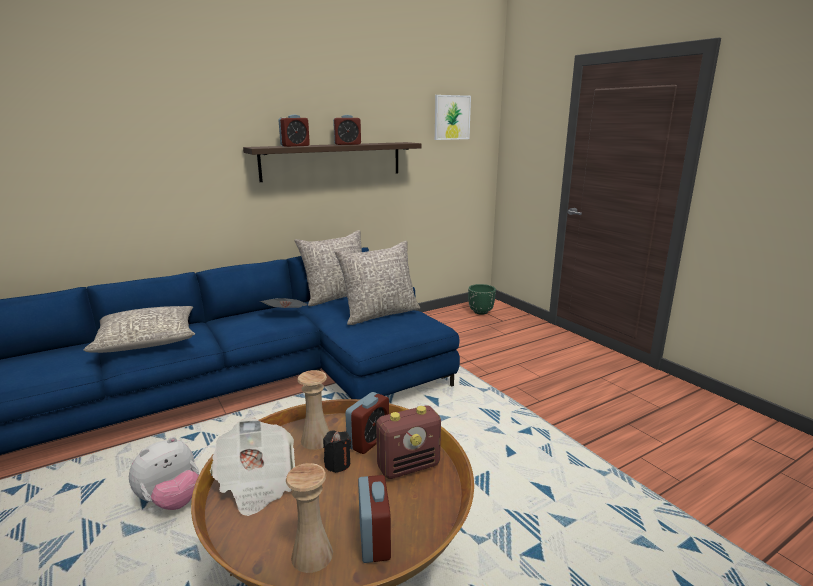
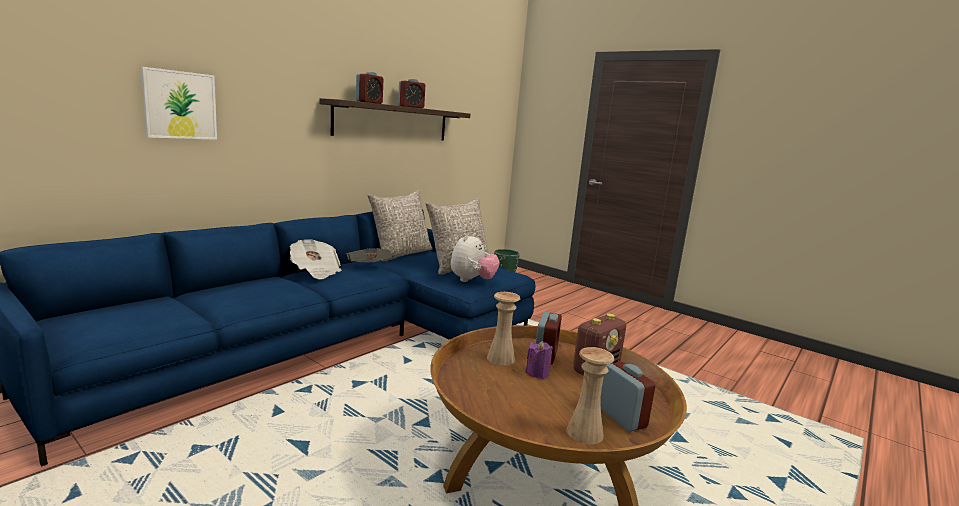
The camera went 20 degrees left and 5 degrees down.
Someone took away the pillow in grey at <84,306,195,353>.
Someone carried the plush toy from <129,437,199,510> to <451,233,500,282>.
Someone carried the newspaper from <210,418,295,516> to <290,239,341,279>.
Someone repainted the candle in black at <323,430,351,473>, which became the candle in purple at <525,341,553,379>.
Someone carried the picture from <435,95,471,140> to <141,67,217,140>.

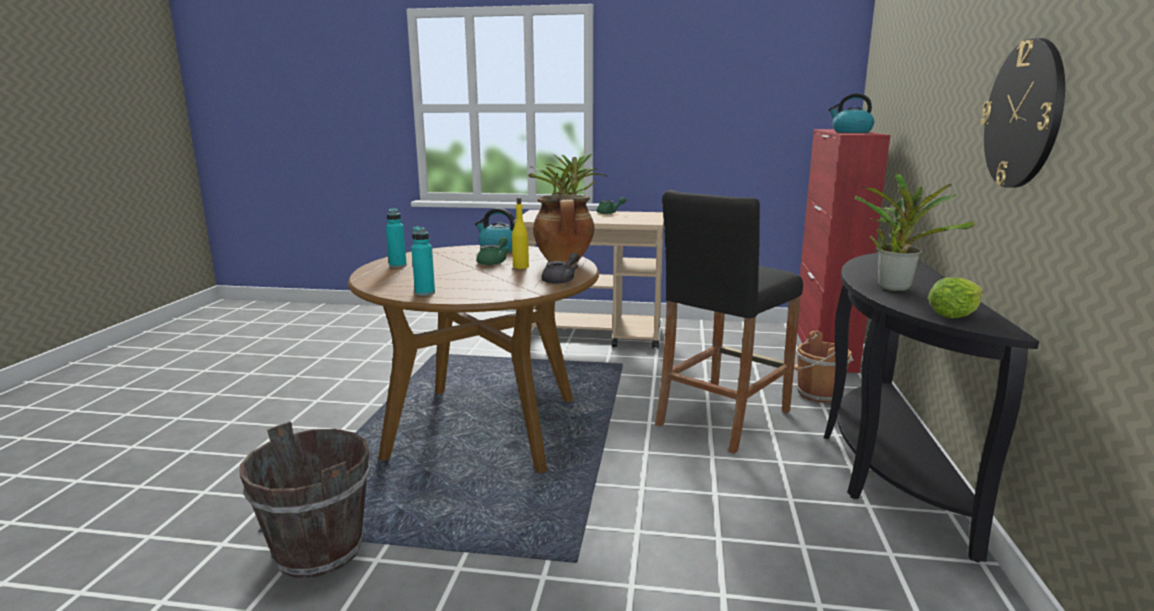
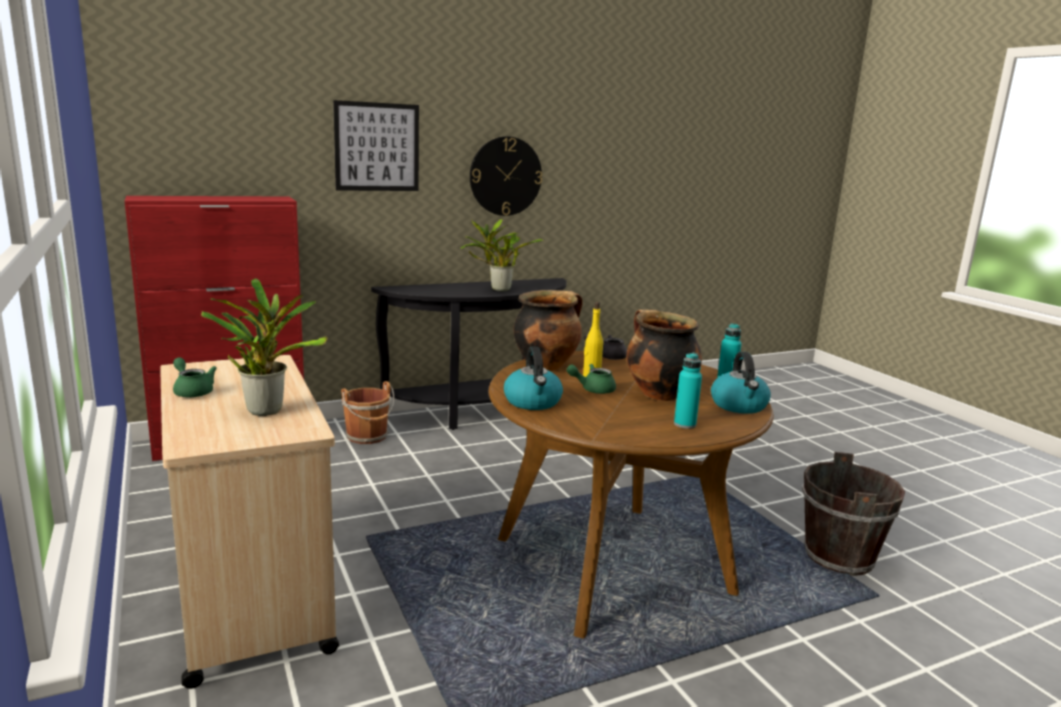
The camera went 125 degrees left and 0 degrees up.
Someone took away the stool in black at <655,190,803,454>.
Someone carried the kettle from <828,93,874,133> to <711,352,771,414>.
Someone took away the lettuce at <928,277,983,319>.
Someone put up the picture at <333,100,419,191>.
Someone put down the cooking pot at <627,310,702,401>.

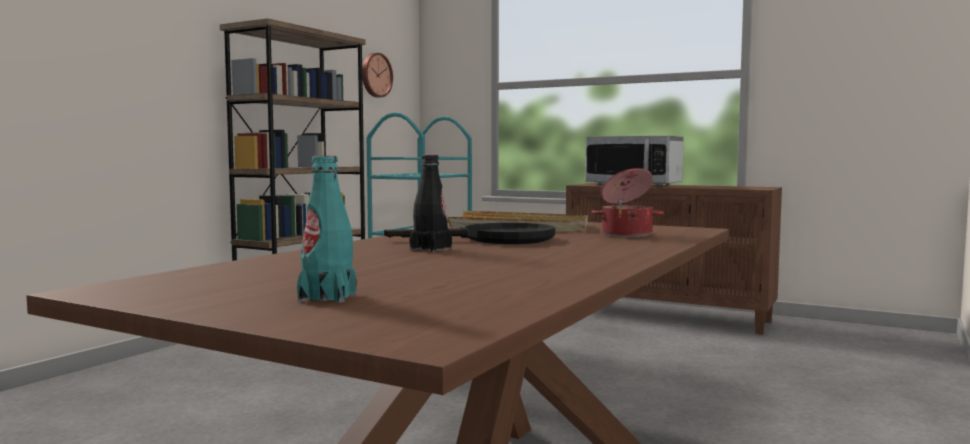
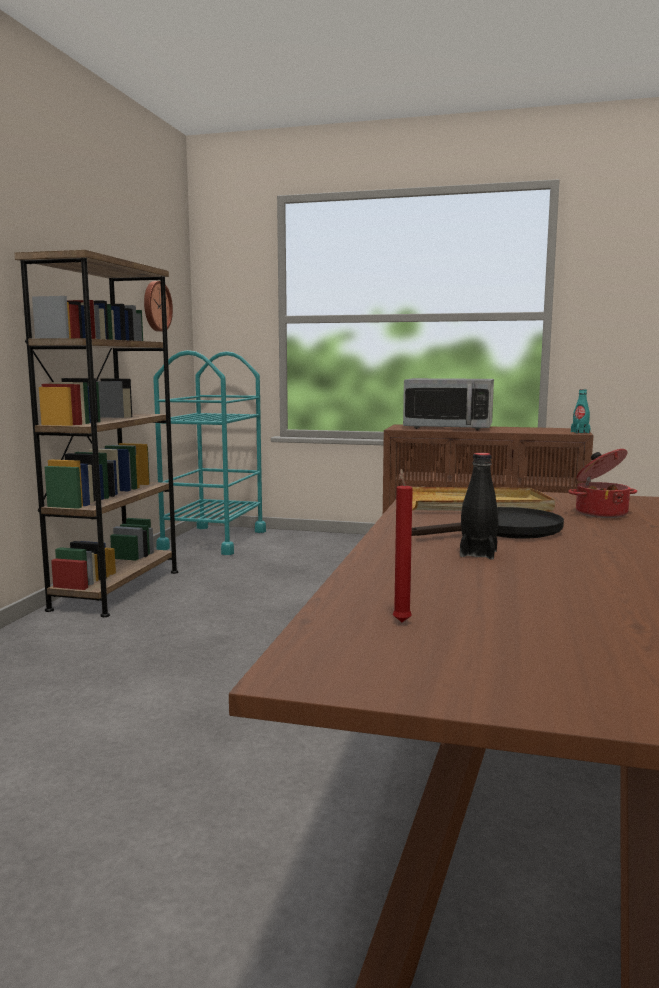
The camera went 15 degrees left and 5 degrees up.
Someone carried the bottle in turquoise from <297,156,357,303> to <571,389,591,433>.
Someone put down the candle in red at <393,469,413,622>.

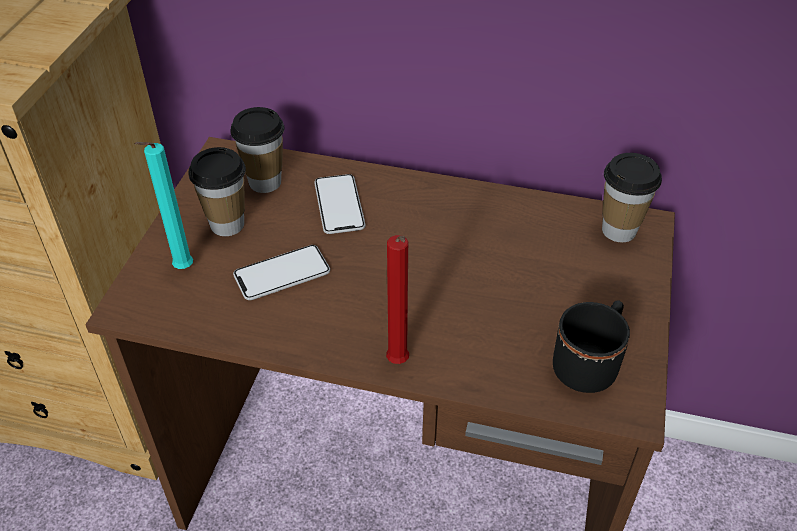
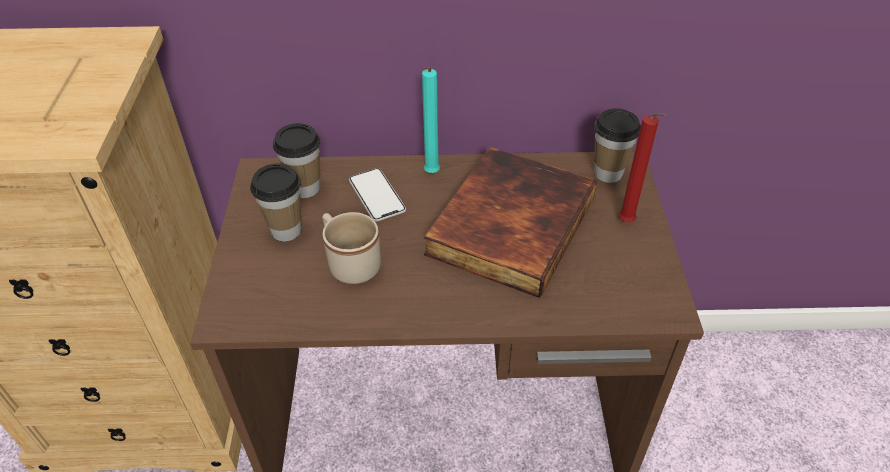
The camera went 15 degrees left and 0 degrees up.
Someone carried the candle in turquoise from <134,142,193,269> to <422,67,440,173>.
Someone swapped the phone at <233,245,330,300> for the mug in beige at <322,212,381,284>.
Someone carried the candle in red from <386,235,409,364> to <619,113,666,222>.
Someone took away the mug in black at <553,300,630,393>.
Someone put down the book at <424,147,597,298>.

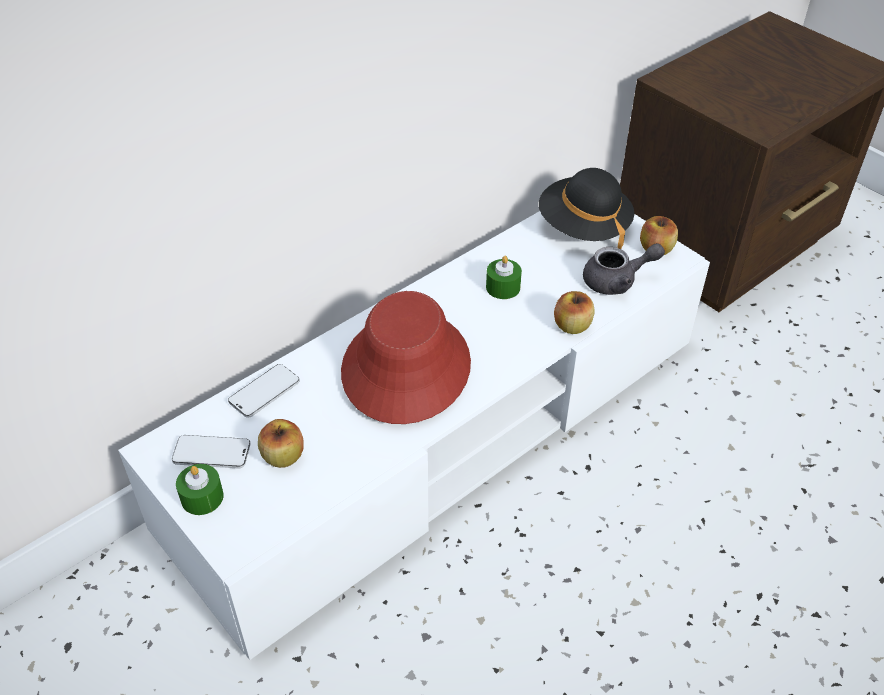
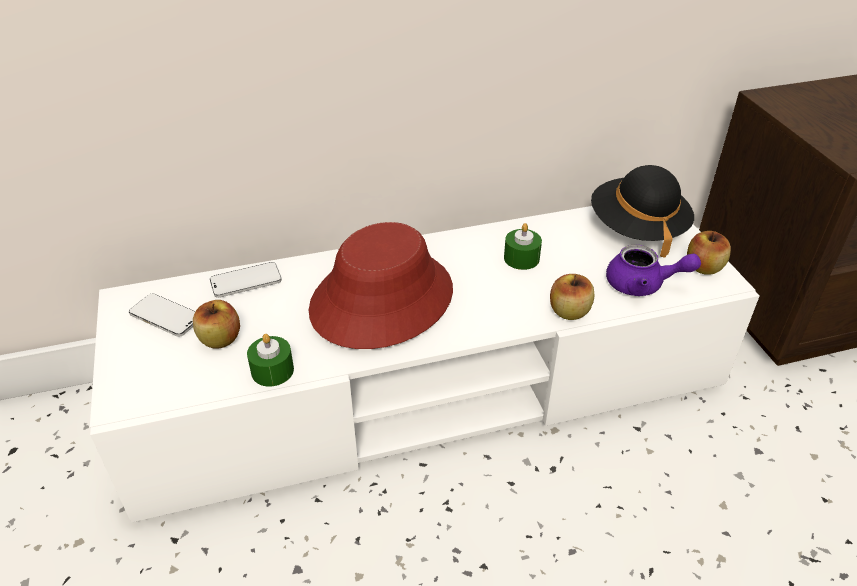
The camera went 25 degrees right and 5 degrees down.
Someone carried the candle in green from <176,464,224,515> to <247,334,294,387>.
Someone repainted the teapot in grey at <583,243,665,295>, which became the teapot in purple at <606,244,701,296>.

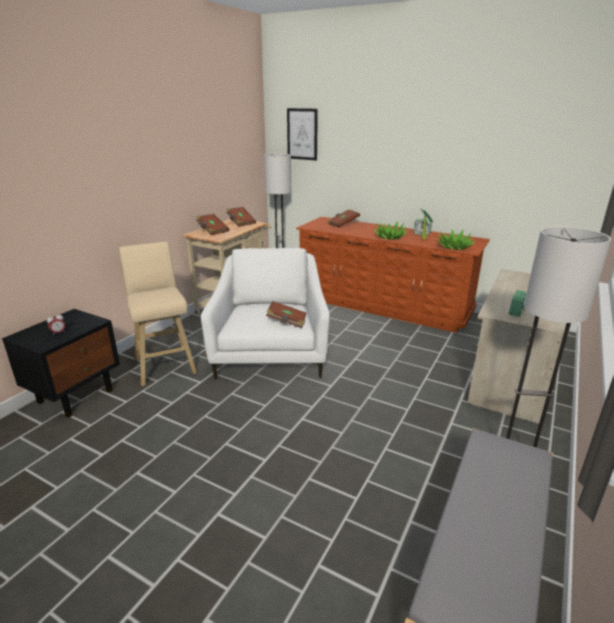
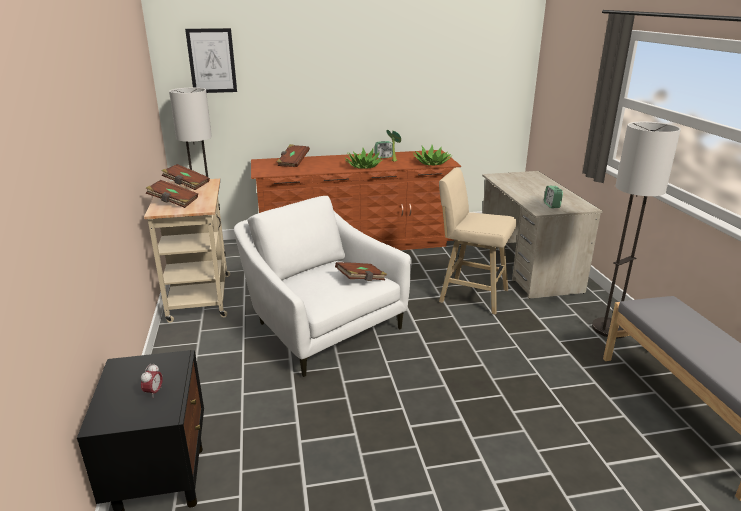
The camera went 40 degrees left and 0 degrees up.
Someone carried the stool in beige from <119,242,197,386> to <439,167,517,315>.

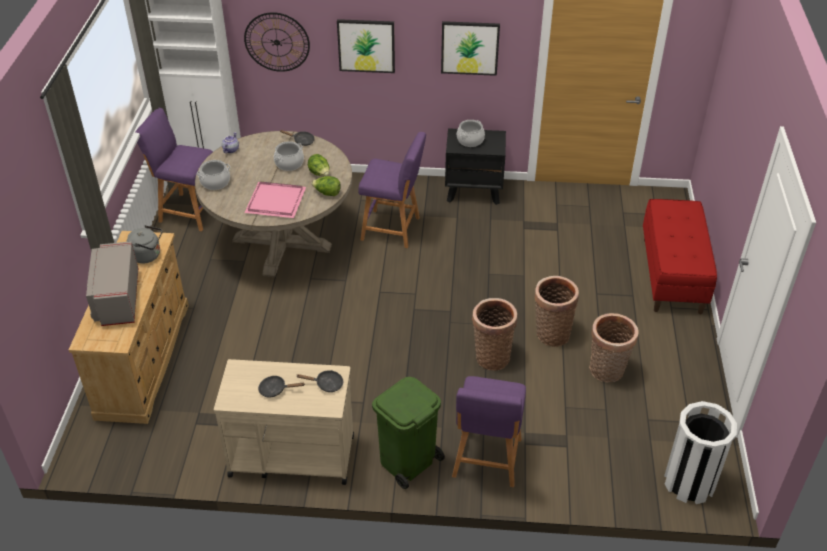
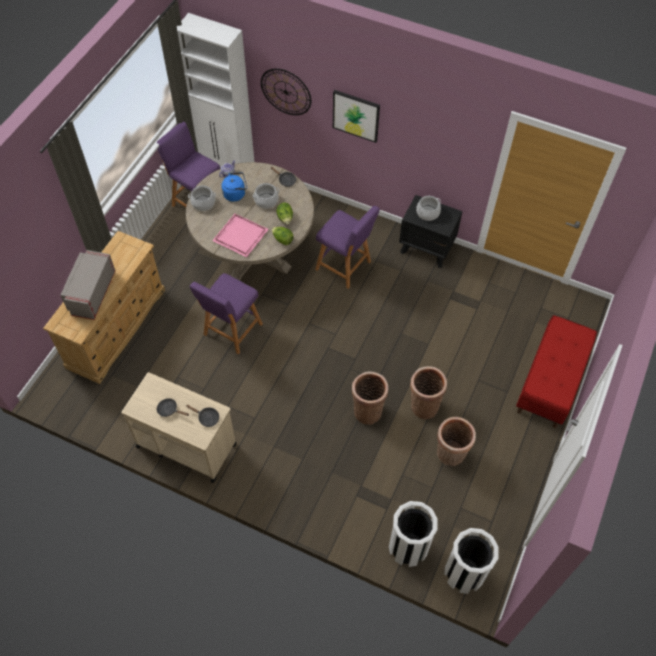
The camera went 20 degrees right and 15 degrees up.
Someone took away the kettle in grey at <126,225,162,264>.
Someone took away the trash can in green at <372,377,445,489>.
Someone took away the picture at <441,21,500,76>.
Someone carried the stool in purple from <452,376,526,487> to <190,273,263,354>.
Someone put down the kettle in blue at <221,172,247,202>.
Someone put down the trash can in white at <389,501,438,567>.

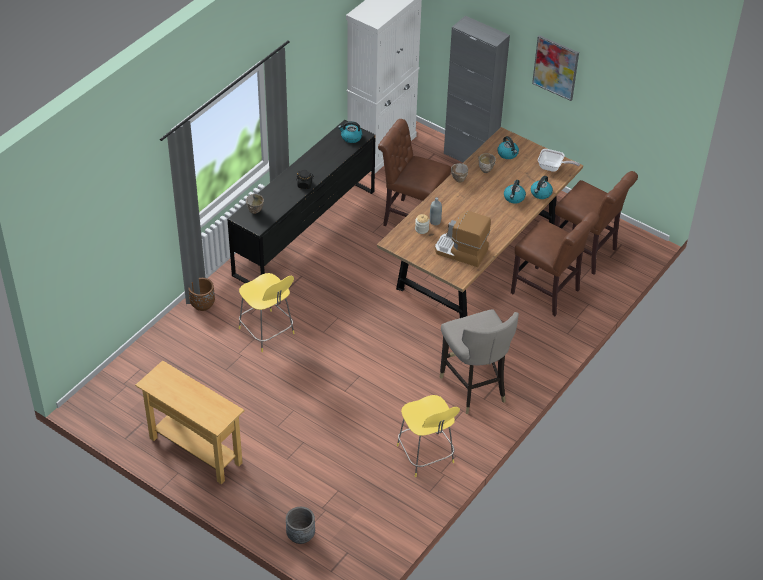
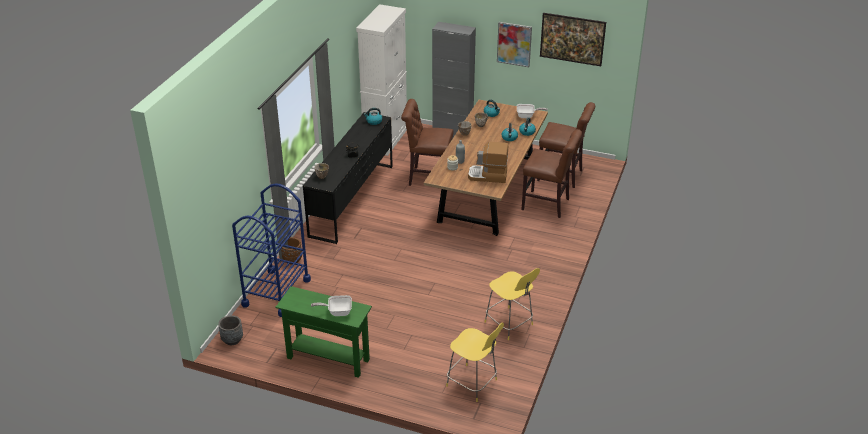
The camera went 15 degrees left and 10 degrees down.
Someone repainted the console table in beige at <135,360,244,484>, which became the console table in green at <276,286,372,378>.
Someone carried the stool in yellow from <239,273,295,352> to <446,322,504,402>.
Someone carried the planter in grey from <286,507,315,544> to <218,315,243,345>.
Someone took away the stool in grey at <440,309,519,414>.
Someone put down the cart in blue at <232,183,311,317>.
Someone put down the frying pan at <311,295,352,316>.
Someone put up the picture at <540,13,606,66>.

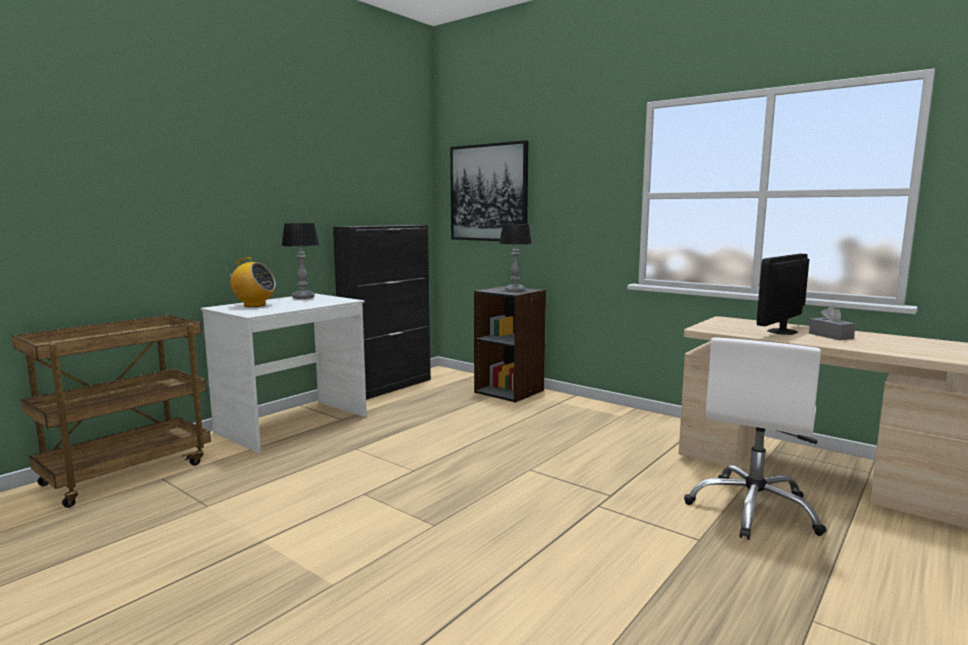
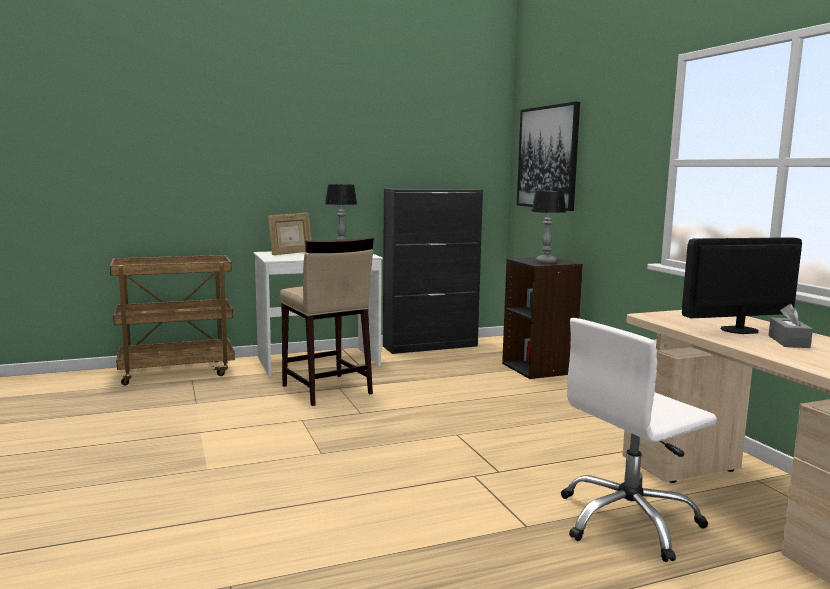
The camera went 30 degrees right and 0 degrees up.
Someone swapped the radio at <225,257,276,307> for the picture frame at <268,213,311,255>.
Someone put down the stool in beige at <280,237,374,406>.

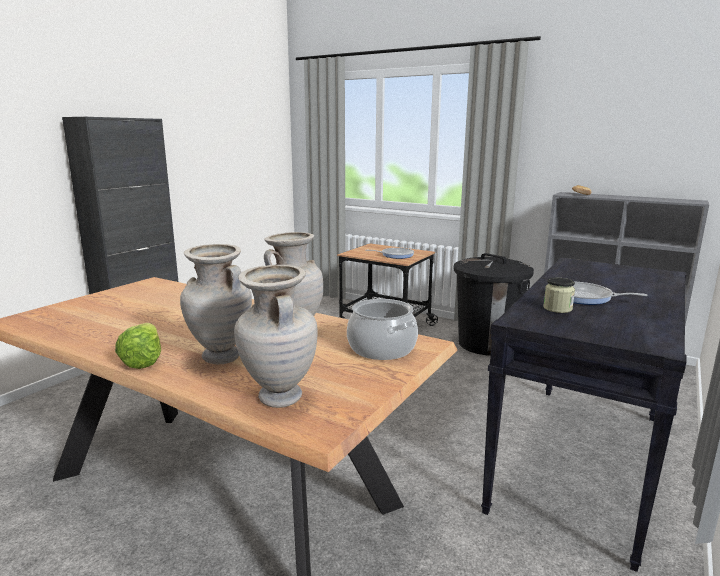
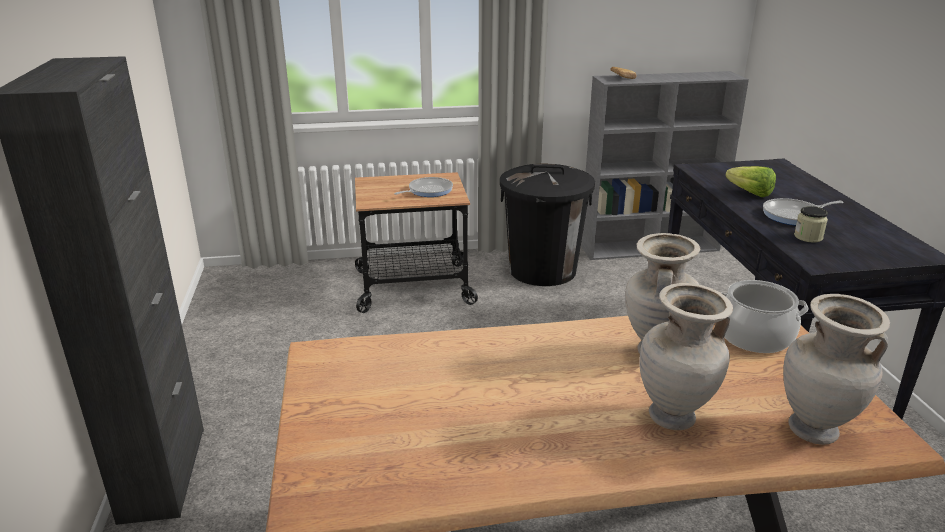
The camera went 40 degrees left and 10 degrees up.
Someone carried the lettuce from <115,323,161,369> to <725,166,776,197>.

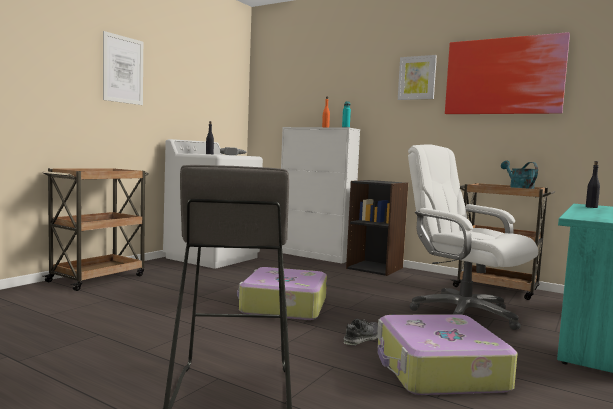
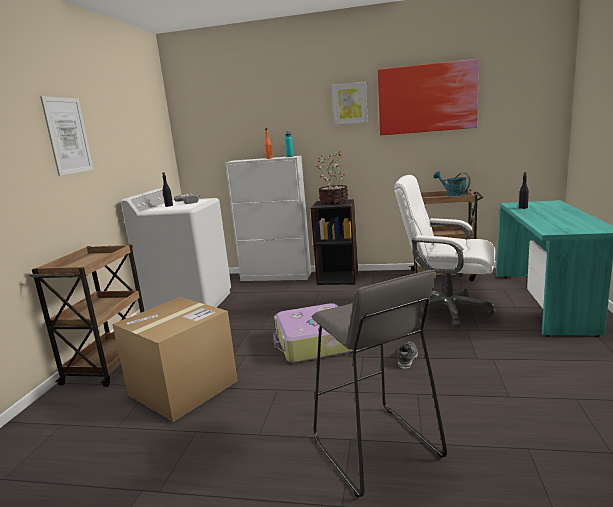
The camera went 20 degrees left and 10 degrees up.
Someone took away the suitcase at <377,314,518,395>.
Someone put down the cardboard box at <112,297,238,422>.
Someone put down the potted plant at <317,152,348,205>.

